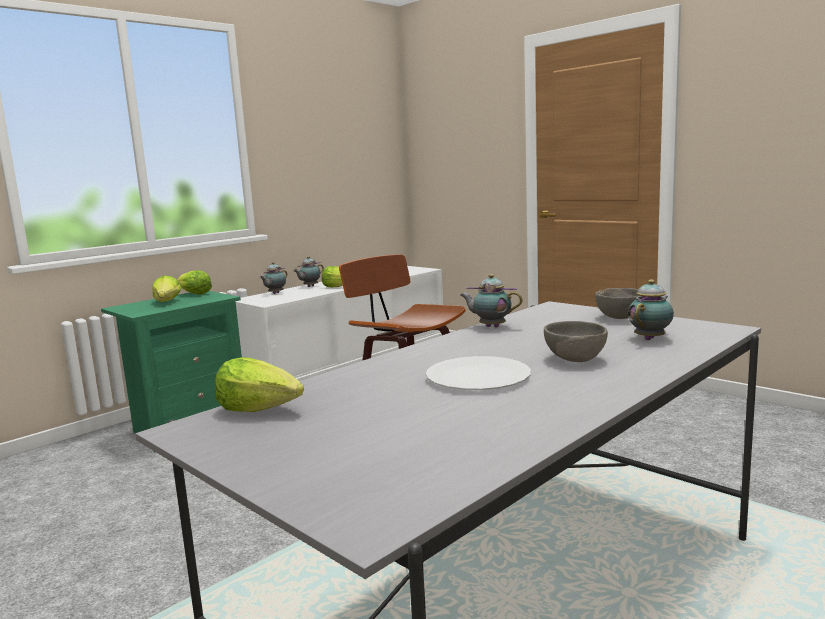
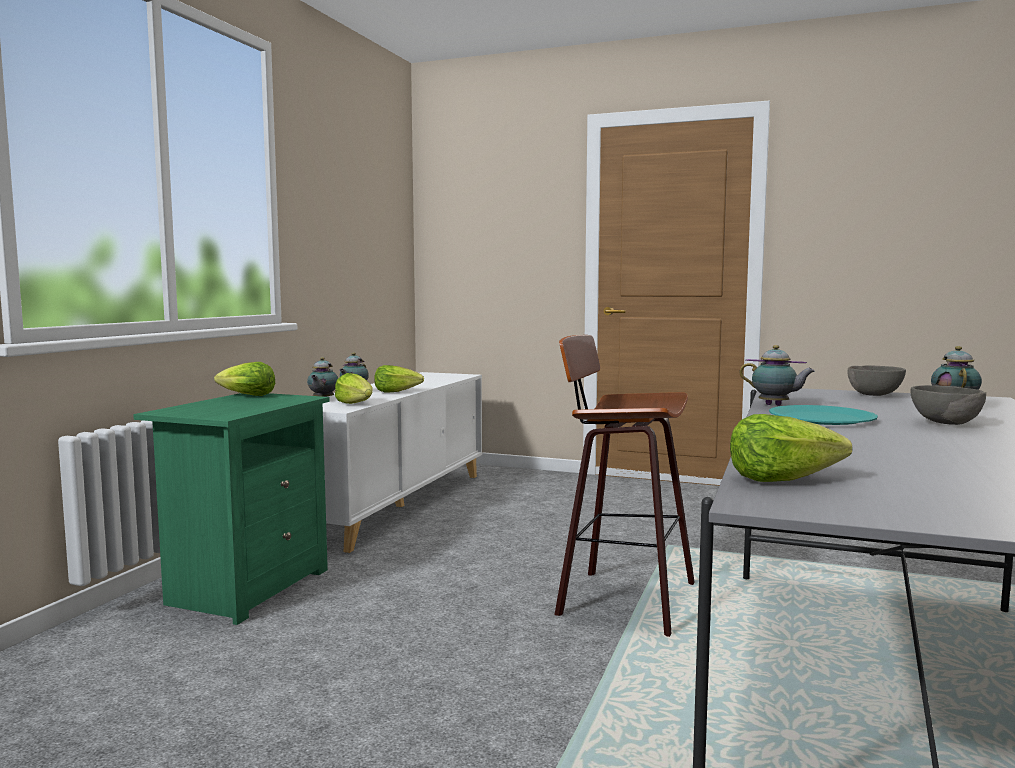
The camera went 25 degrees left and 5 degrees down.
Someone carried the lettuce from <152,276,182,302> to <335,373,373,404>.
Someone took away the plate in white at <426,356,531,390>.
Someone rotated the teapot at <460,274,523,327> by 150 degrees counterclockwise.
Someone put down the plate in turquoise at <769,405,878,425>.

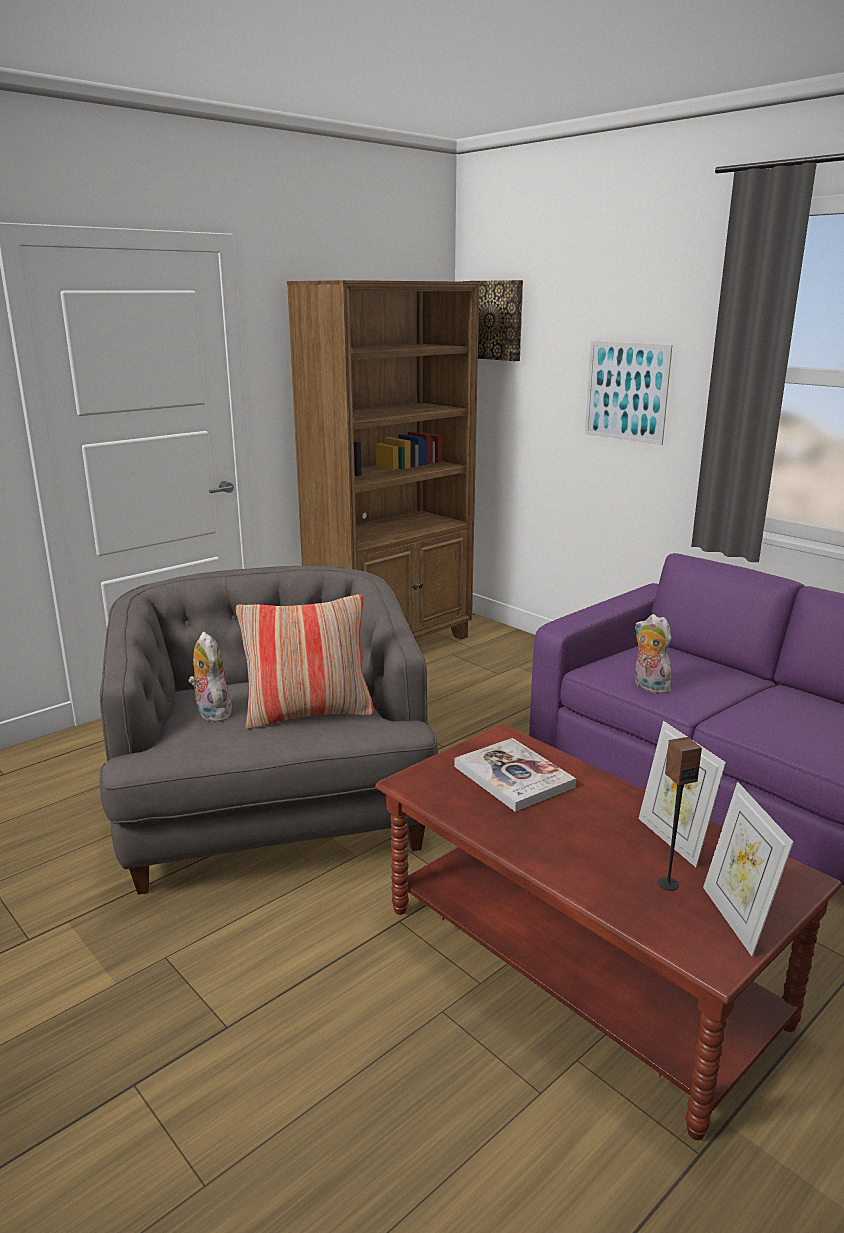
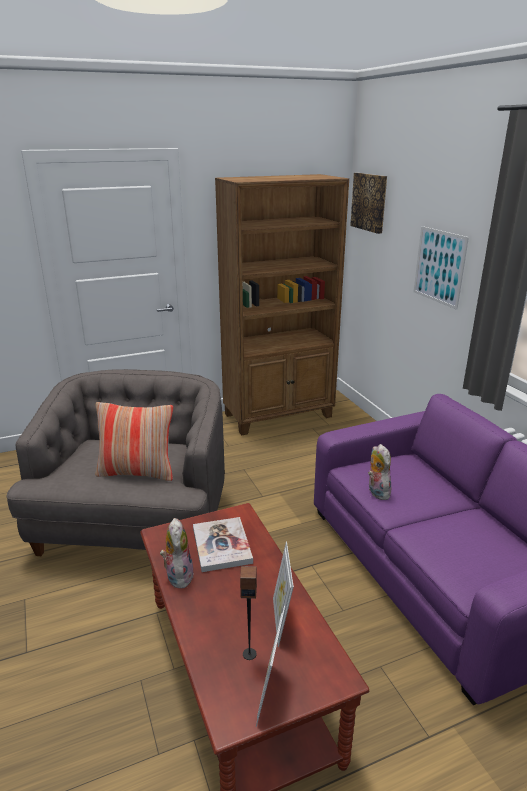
The camera went 20 degrees right and 5 degrees up.
Someone carried the plush toy from <189,632,232,722> to <160,518,194,589>.

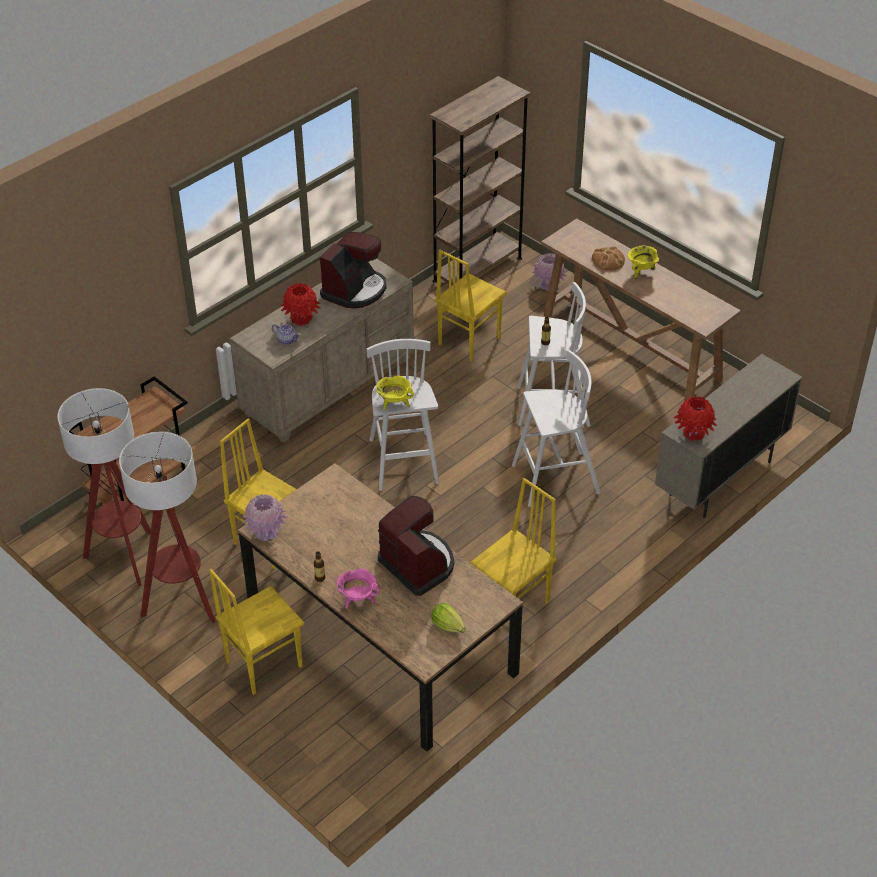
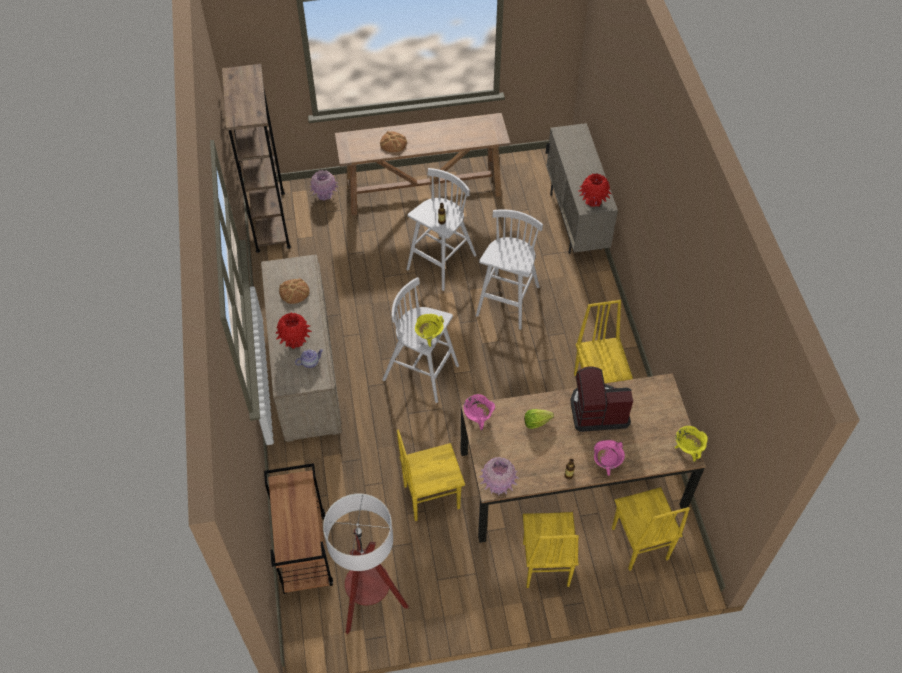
The camera went 55 degrees left and 10 degrees up.
Someone took away the floor lamp at <119,432,215,623>.
Someone swapped the coffee machine at <320,232,387,308> for the bread at <279,278,310,304>.
Someone carried the lettuce from <431,603,466,633> to <524,409,554,429>.
Someone carried the chair in yellow from <435,250,507,362> to <612,487,690,571>.
Someone carried the cooking pot in yellow from <628,246,659,279> to <675,426,708,462>.
Someone put down the cooking pot in pink at <463,394,495,430>.

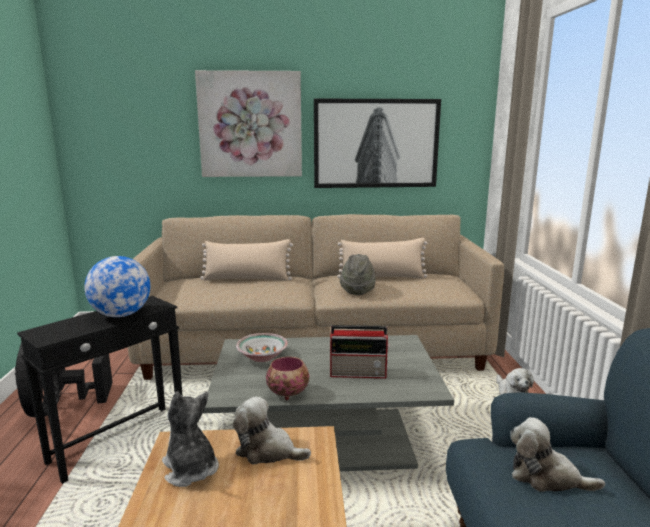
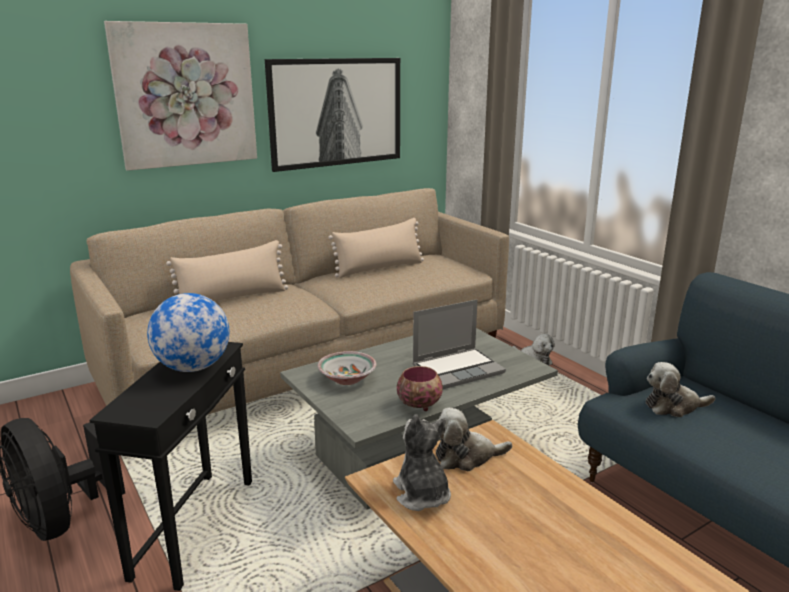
The camera went 30 degrees left and 5 degrees up.
Someone rotated the plush toy at <162,392,219,487> by 45 degrees clockwise.
Someone swapped the radio at <330,325,390,378> for the laptop at <412,299,506,389>.
Someone took away the hat in grey at <340,254,376,295>.

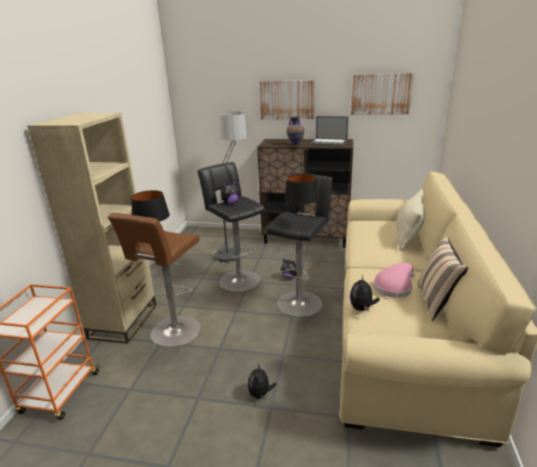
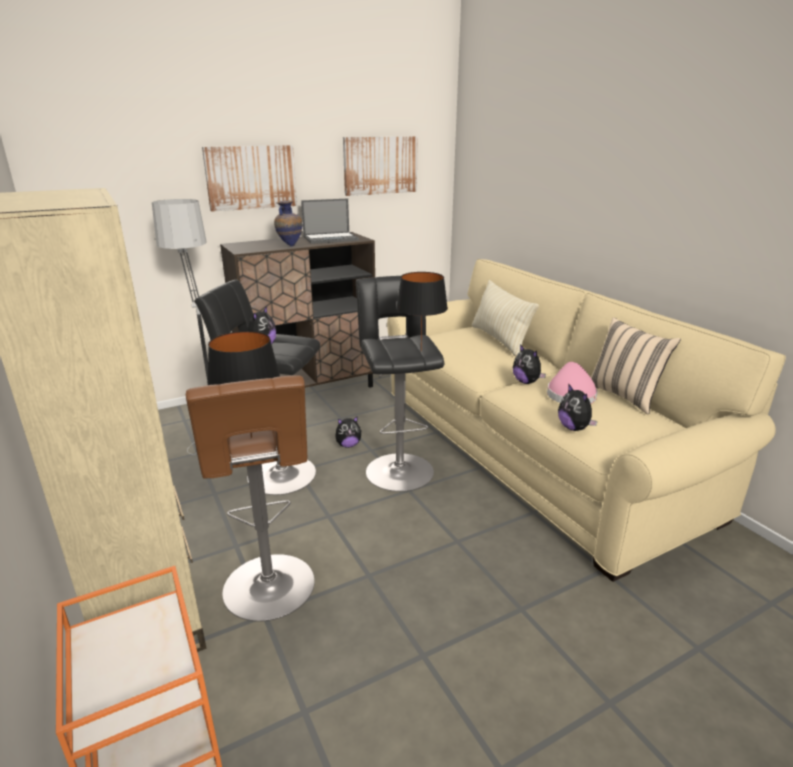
The camera went 40 degrees left and 0 degrees up.
Someone carried the plush toy from <248,364,276,400> to <513,344,546,384>.

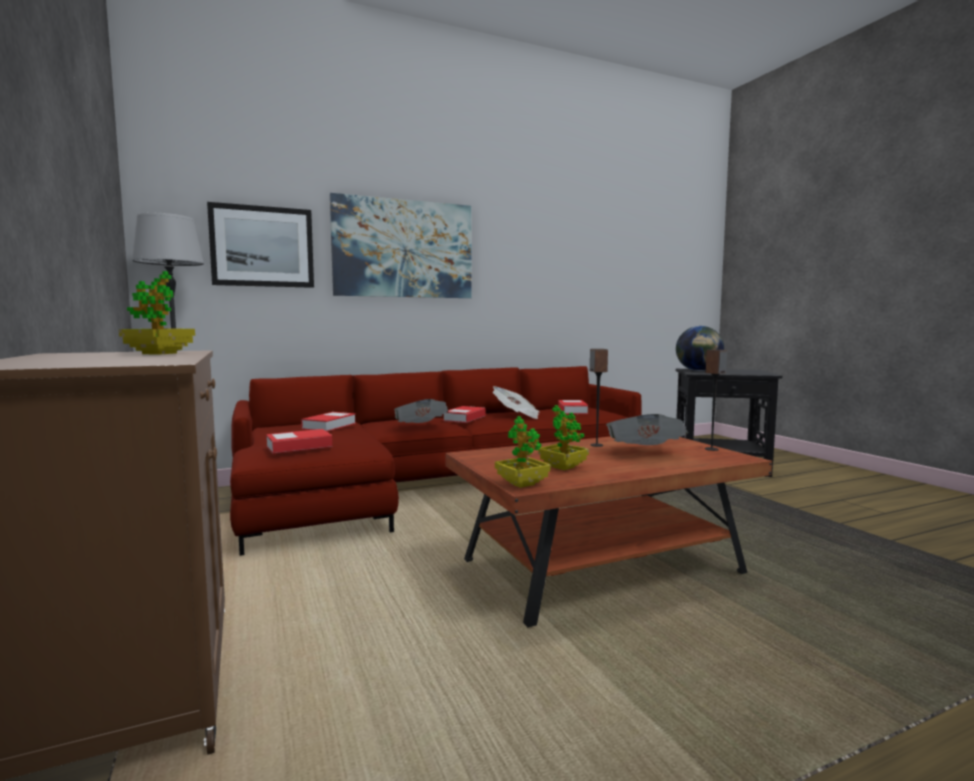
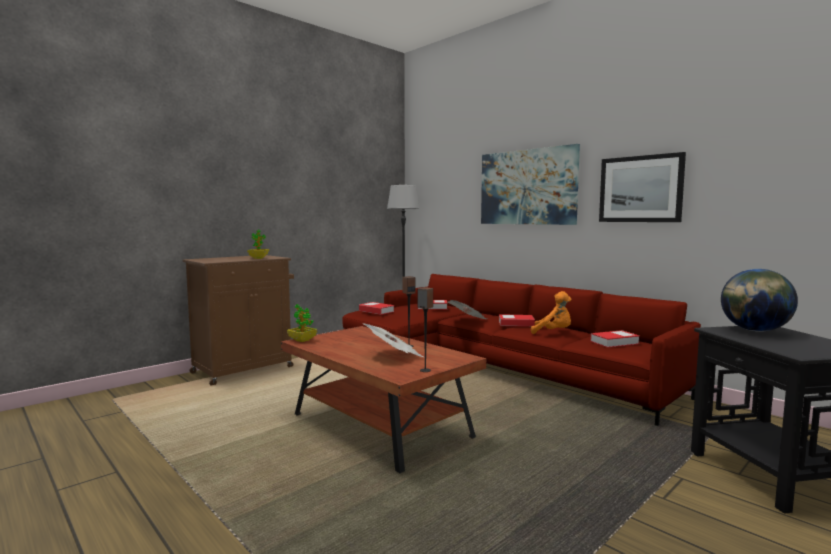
The camera went 70 degrees right and 0 degrees up.
Someone carried the picture from <207,202,314,288> to <599,152,686,222>.
Someone swapped the newspaper at <493,386,540,419> for the plush toy in orange at <531,291,571,334>.
Someone took away the potted plant at <538,405,589,470>.

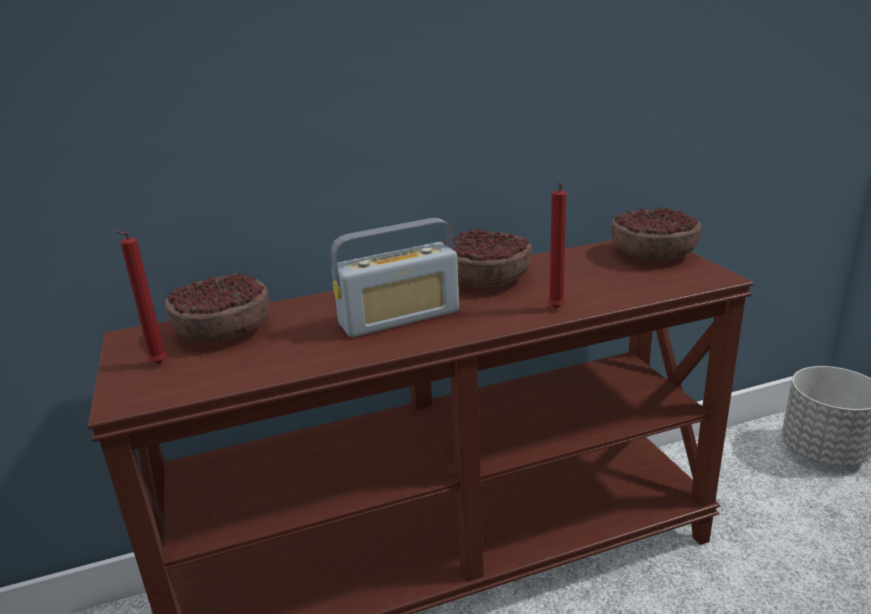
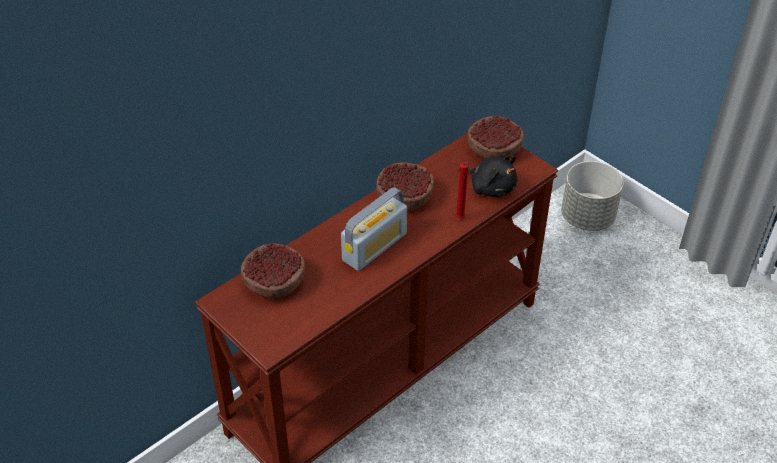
The camera went 25 degrees left and 20 degrees up.
Someone took away the candle in red at <114,230,167,364>.
Someone put down the plush toy in black at <459,155,517,197>.

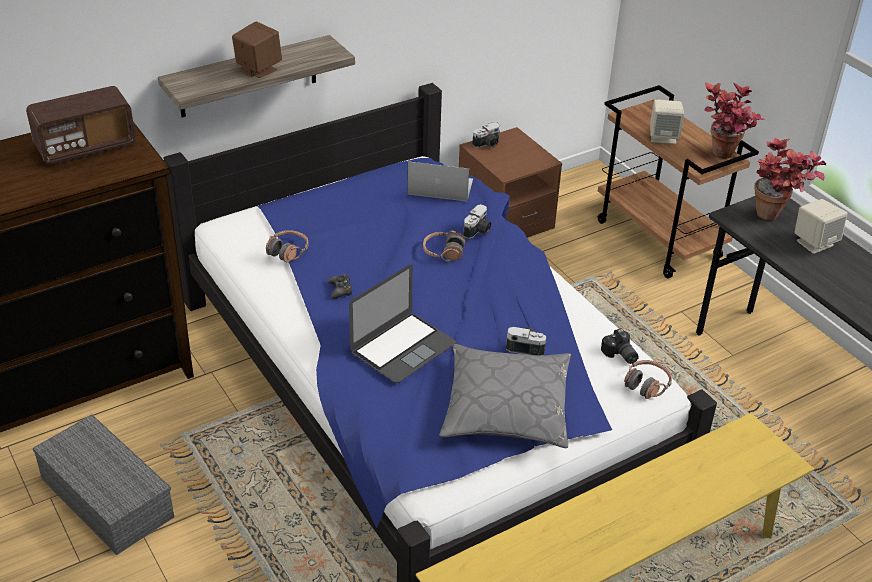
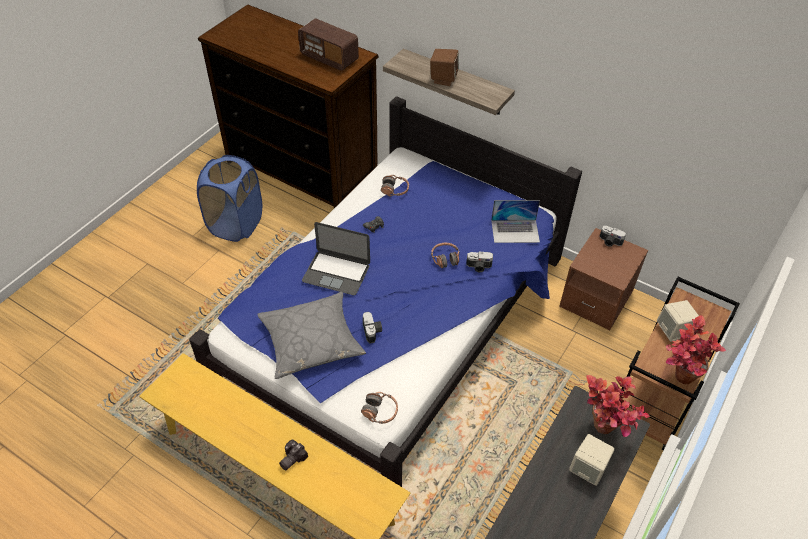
The camera went 65 degrees right and 10 degrees up.
Someone swapped the storage box in grey at <33,414,174,555> for the laundry basket in blue at <197,155,262,242>.
Someone rotated the laptop at <407,161,473,201> by 105 degrees clockwise.
Someone carried the photo camera from <601,329,639,364> to <279,440,308,471>.

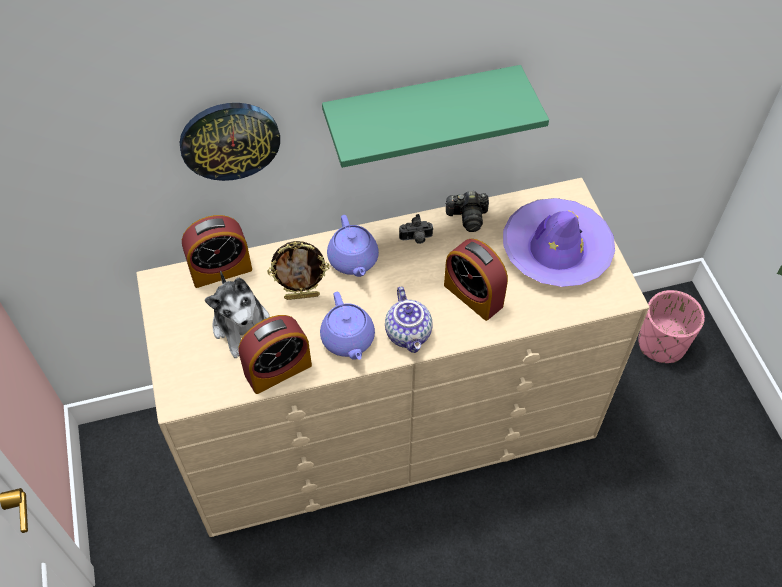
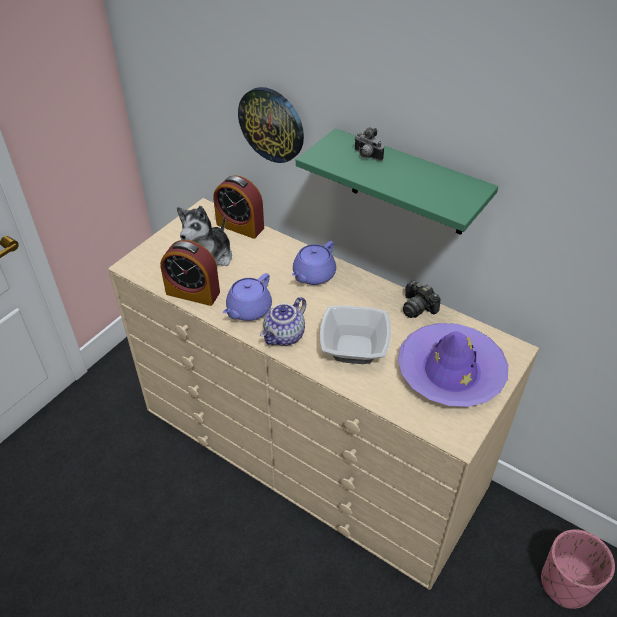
The camera went 50 degrees right and 10 degrees down.
Someone took away the picture frame at <267,241,329,300>.
Someone carried the photo camera from <399,214,434,244> to <354,127,384,161>.
Someone swapped the alarm clock at <444,239,508,321> for the bowl at <320,305,391,364>.

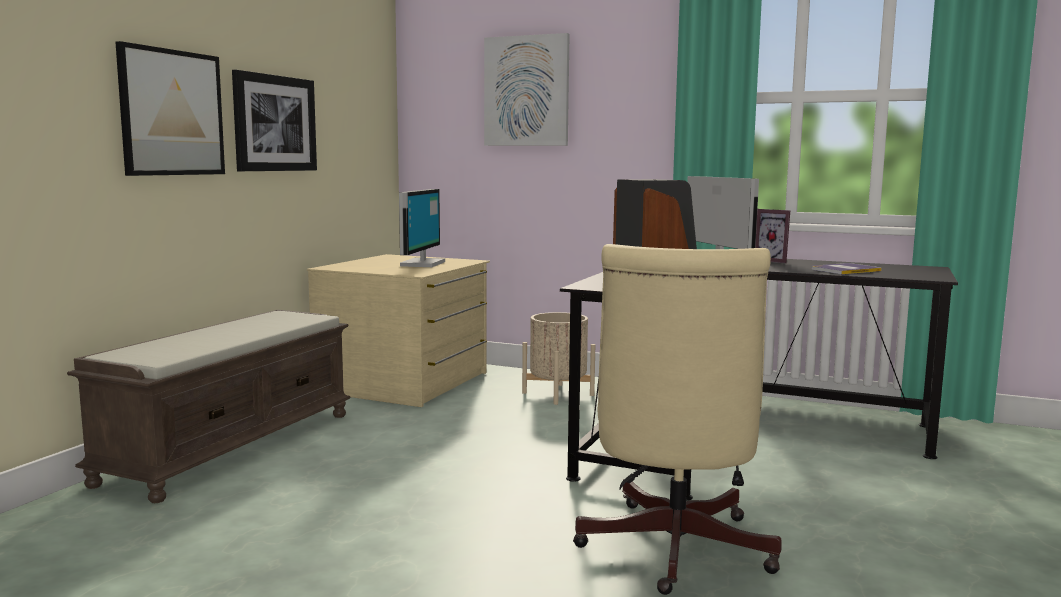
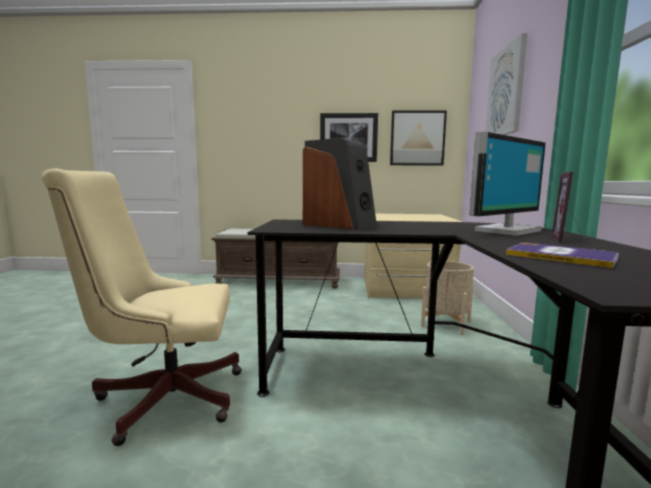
The camera went 70 degrees right and 0 degrees up.
Someone carried the picture from <115,41,225,176> to <390,110,447,166>.
Someone took away the monitor at <399,189,445,267>.

